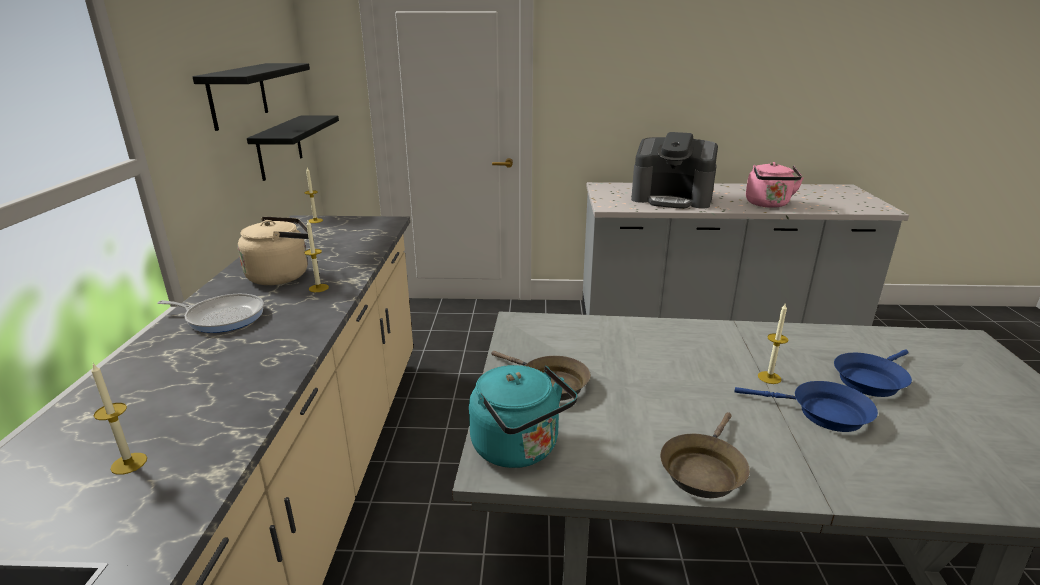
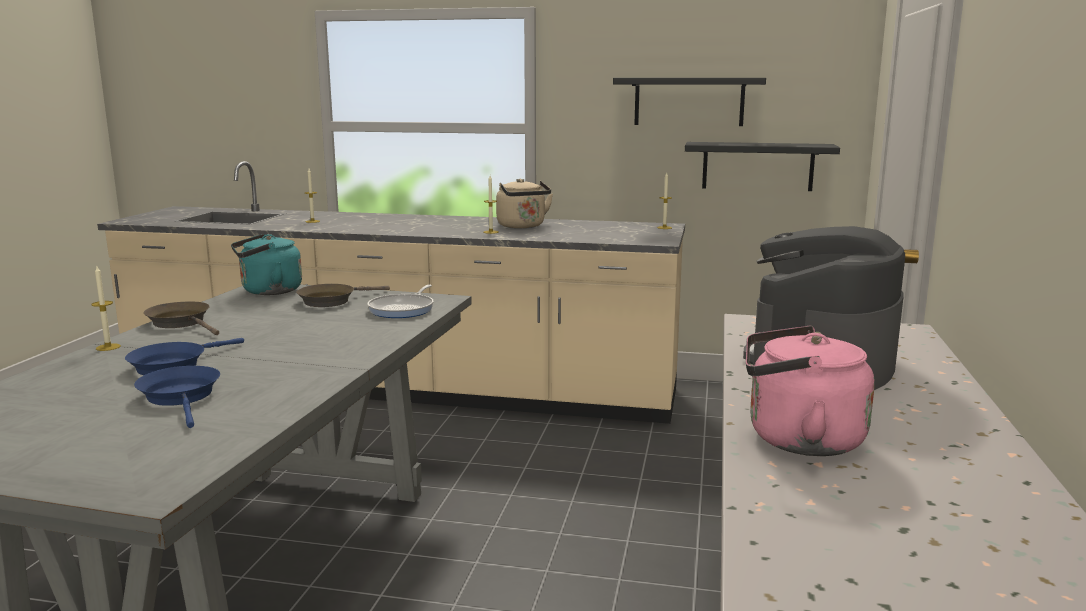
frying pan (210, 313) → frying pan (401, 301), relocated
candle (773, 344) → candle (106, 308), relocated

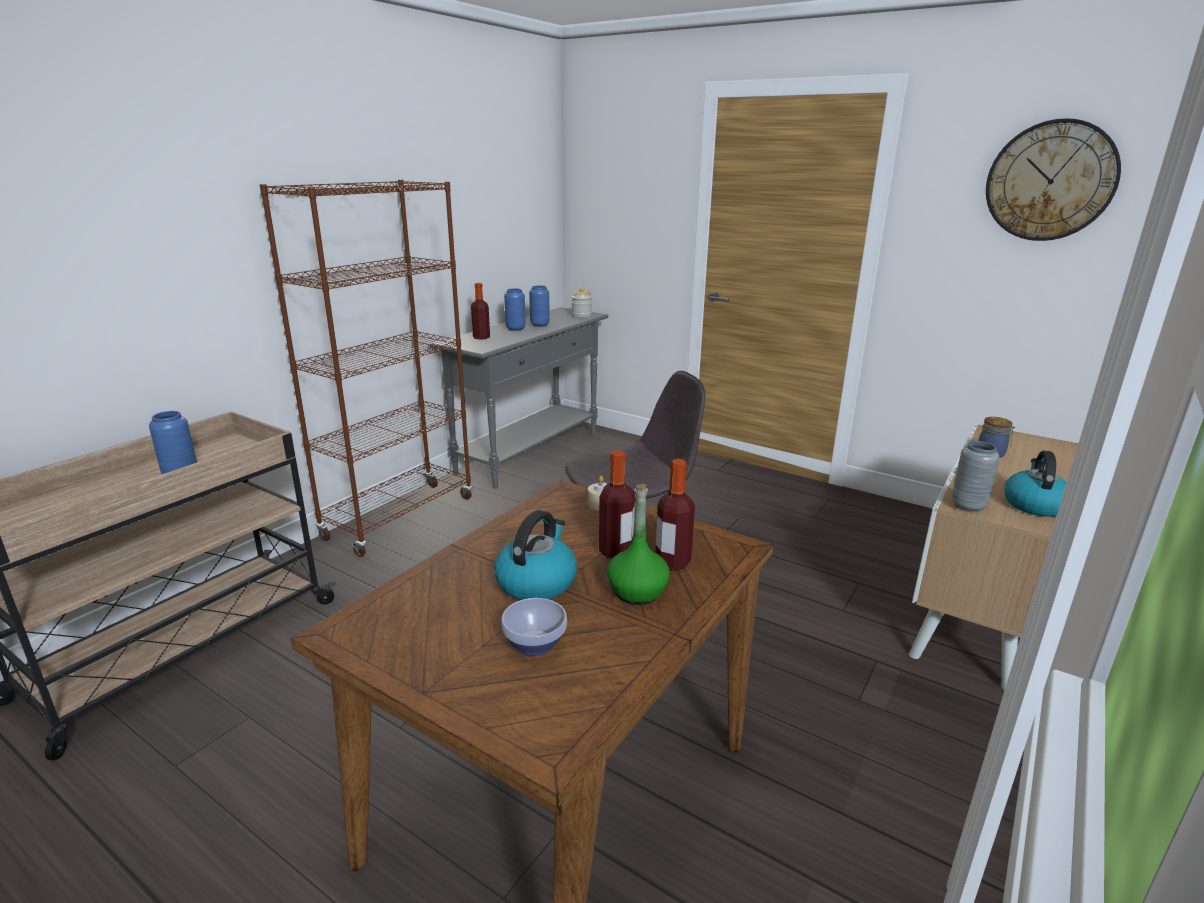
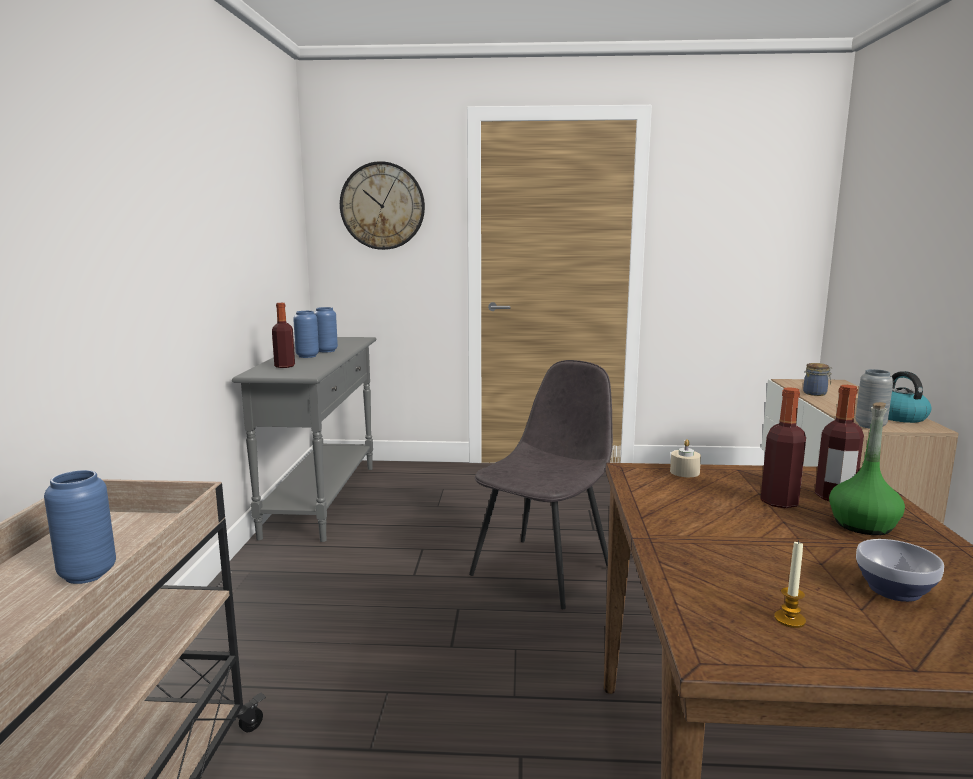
wall clock (1053, 179) → wall clock (382, 205), relocated
bookcase in brown (366, 368) → -
jar (582, 302) → -
kettle (535, 555) → -
- → candle (790, 584)

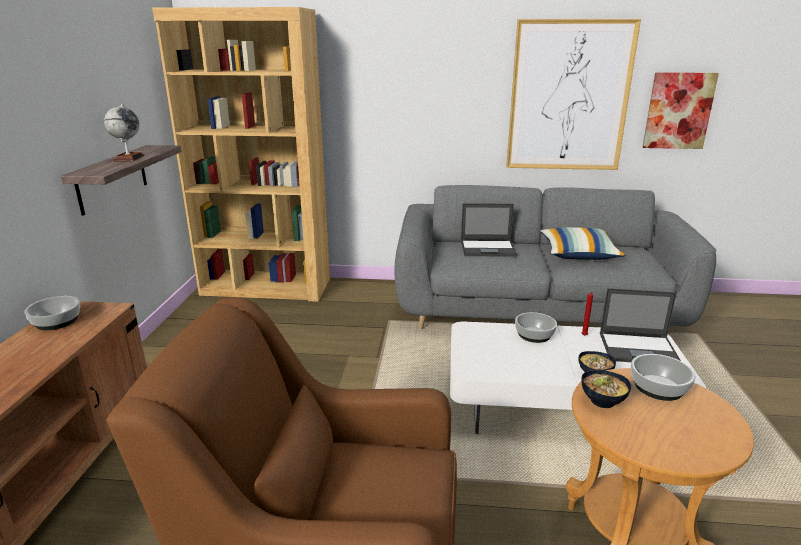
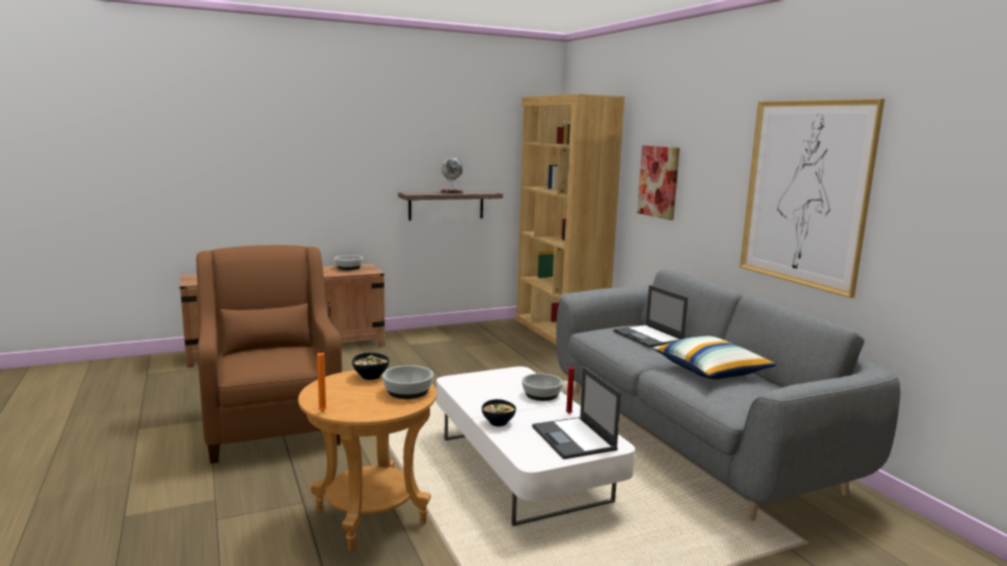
picture (681, 110) → picture (658, 182), relocated
- → candle in orange (320, 380)

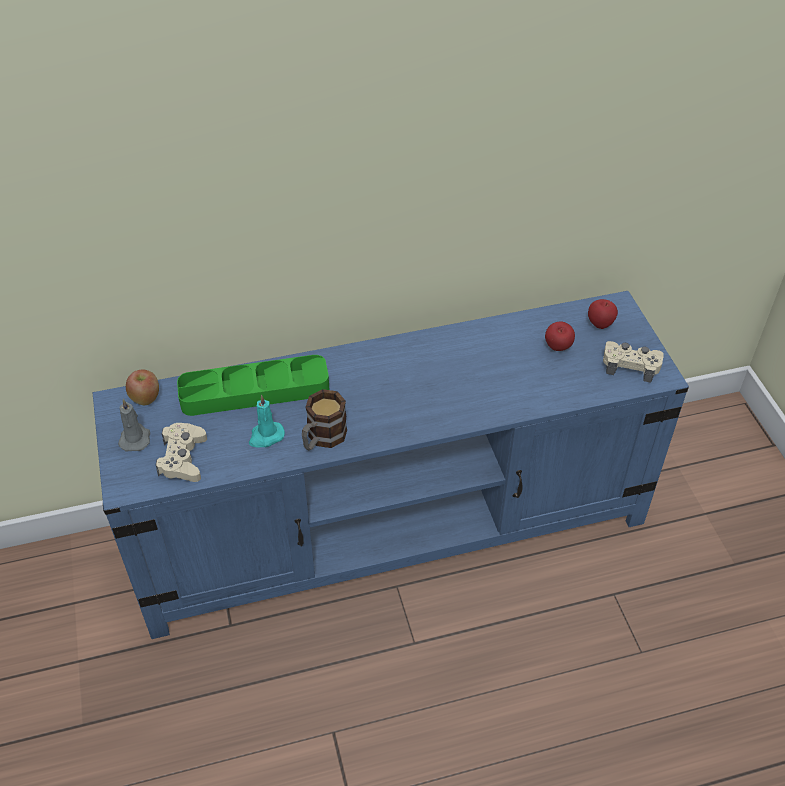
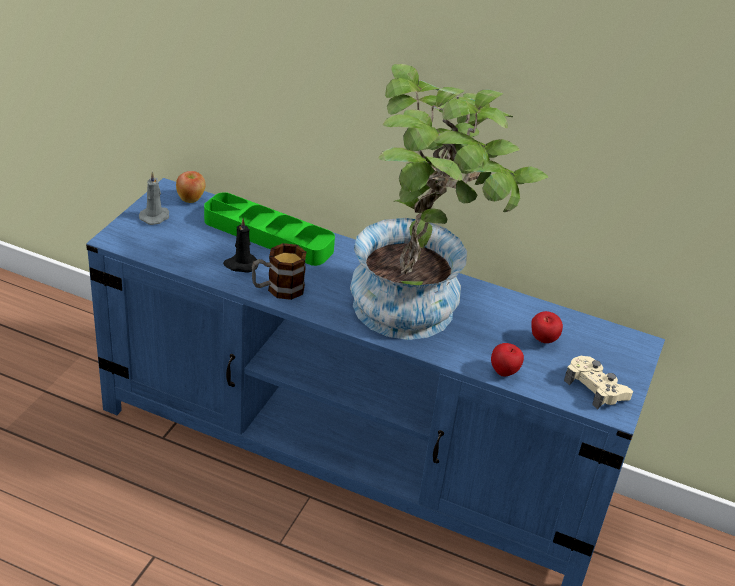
apple (603, 314) → apple (507, 359), relocated
candle in turquoise (267, 421) → candle in black (241, 245)
game controller in beige (181, 452) → -
- → potted plant (449, 202)

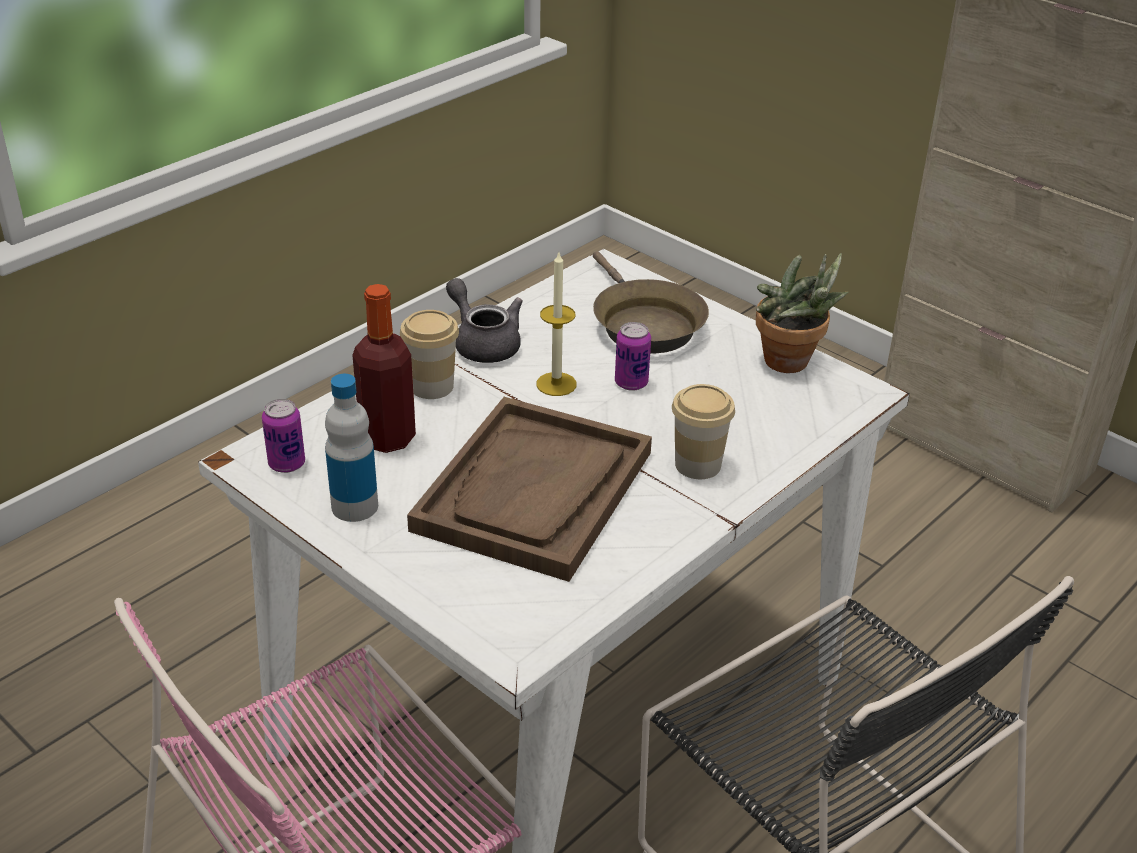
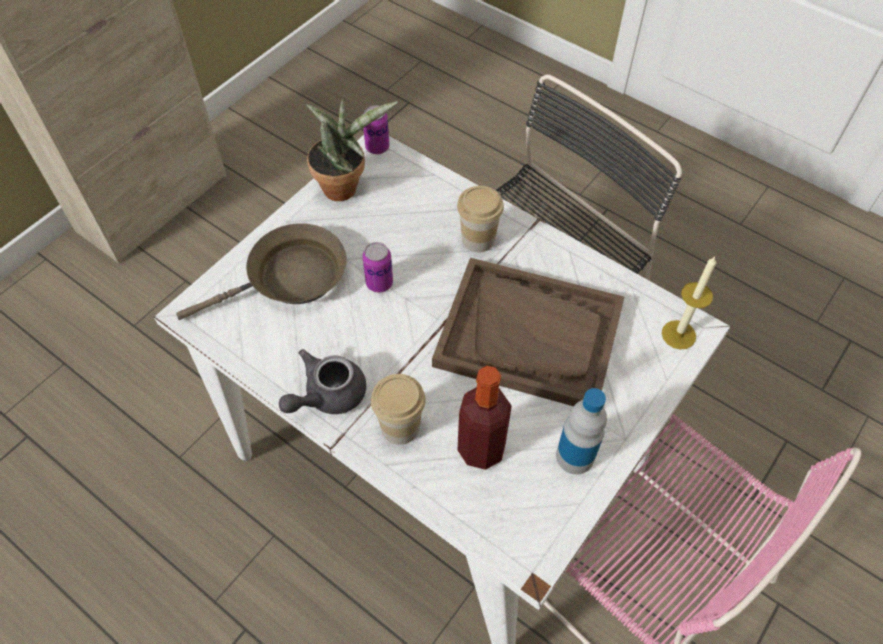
candle (557, 324) → candle (689, 302), relocated
can (283, 436) → can (376, 129), relocated

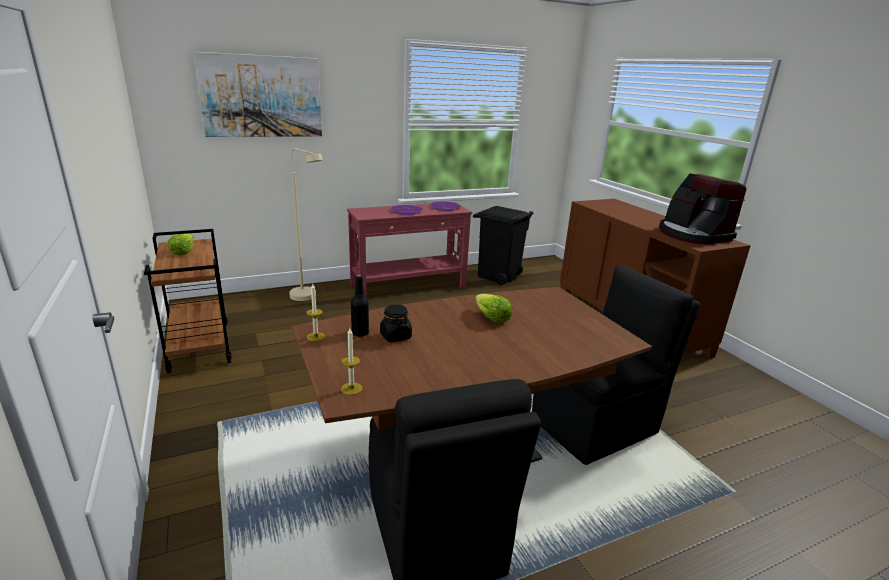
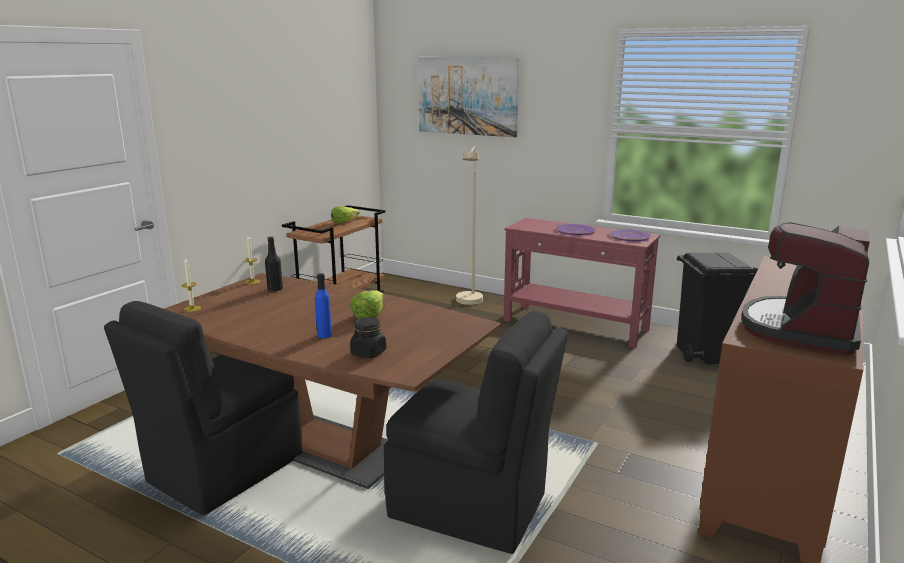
jar in black (396, 323) → jar in black (368, 337), relocated
- → bottle in blue (323, 305)

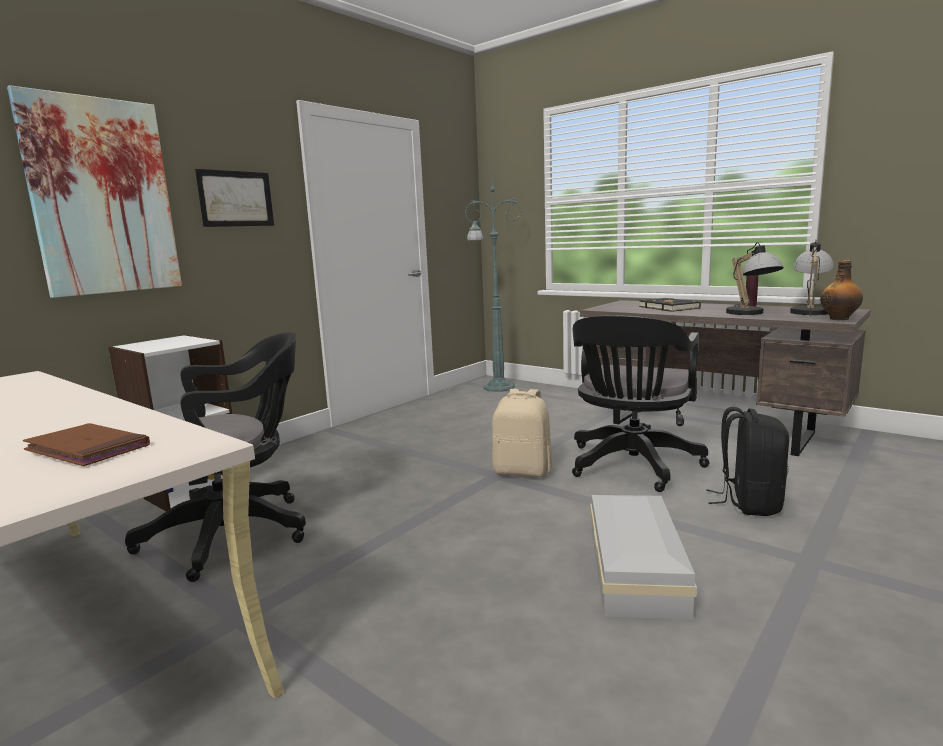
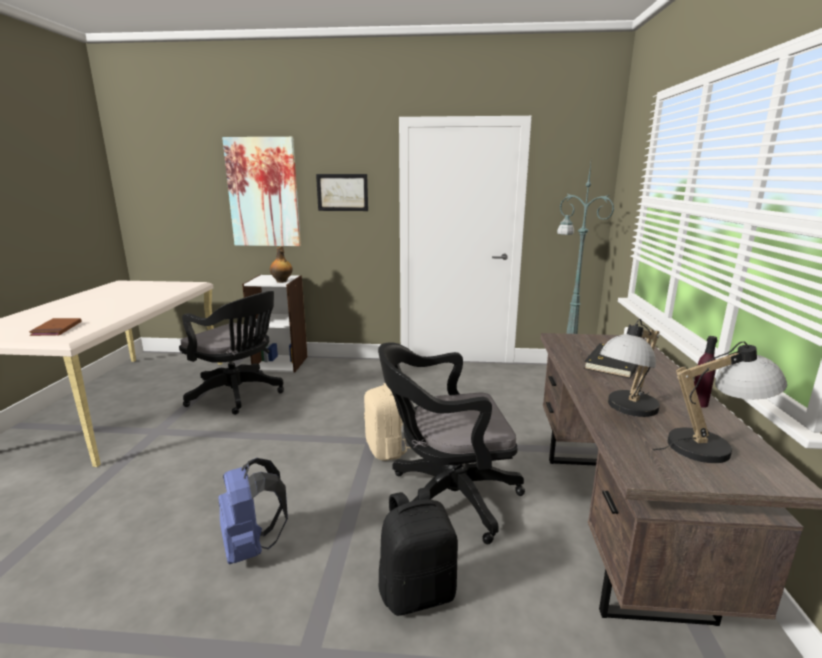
bottle (841, 290) → bottle (281, 264), relocated
storage box in white (643, 557) → backpack in blue (253, 511)

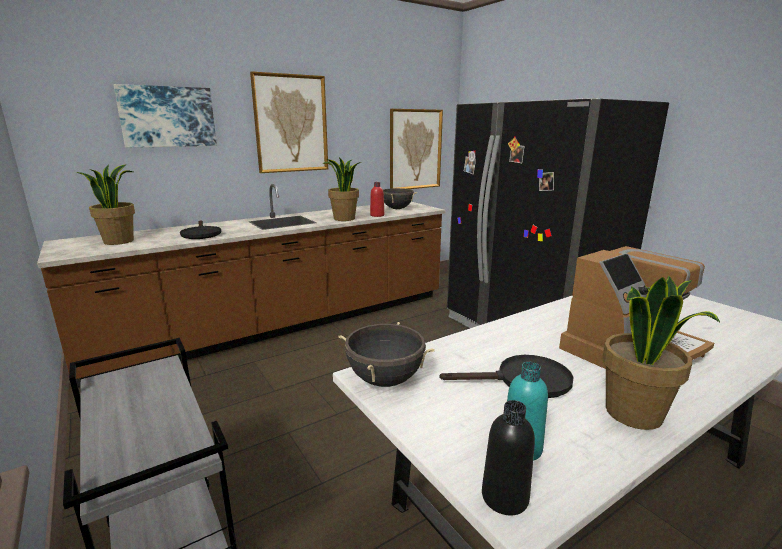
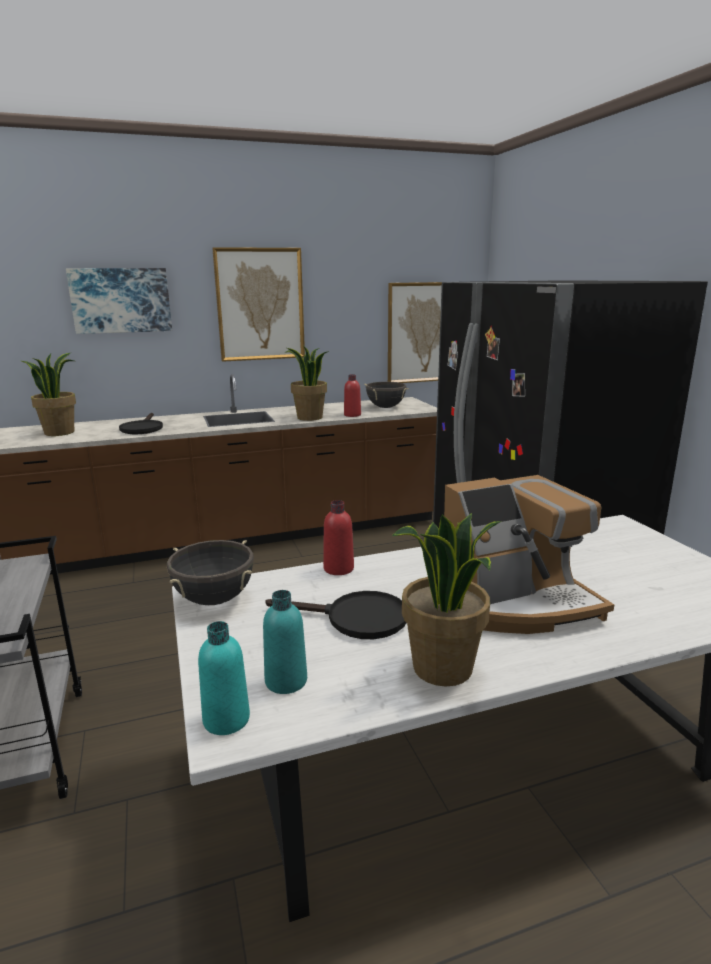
bottle in black (508, 457) → bottle in turquoise (224, 678)
- → bottle in red (338, 537)

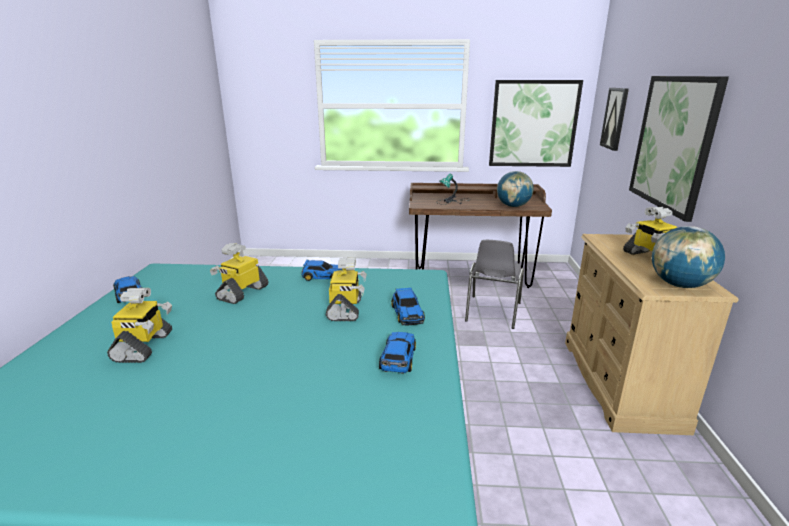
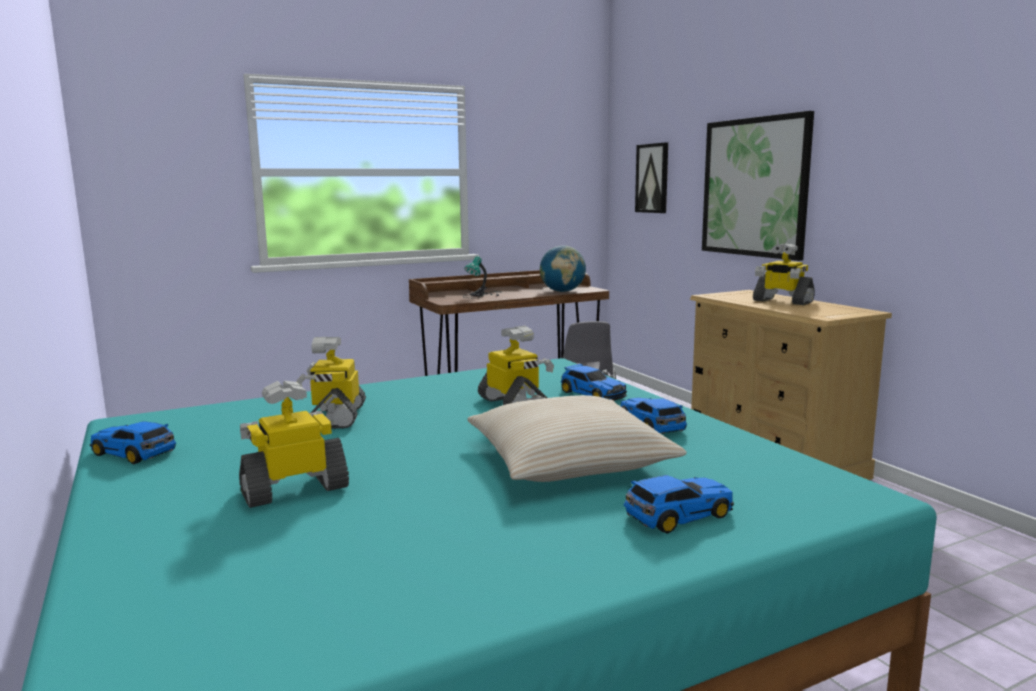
picture (536, 123) → -
globe (688, 257) → -
toy car (321, 270) → toy car (679, 504), relocated
toy robot (139, 325) → toy robot (294, 444), 90 degrees counterclockwise
- → pillow in beige (577, 438)

